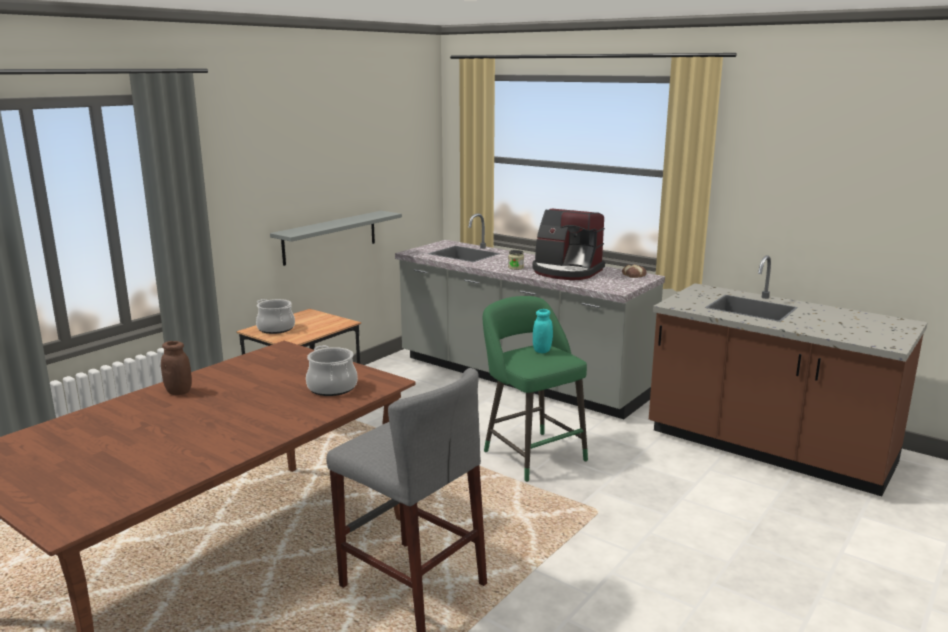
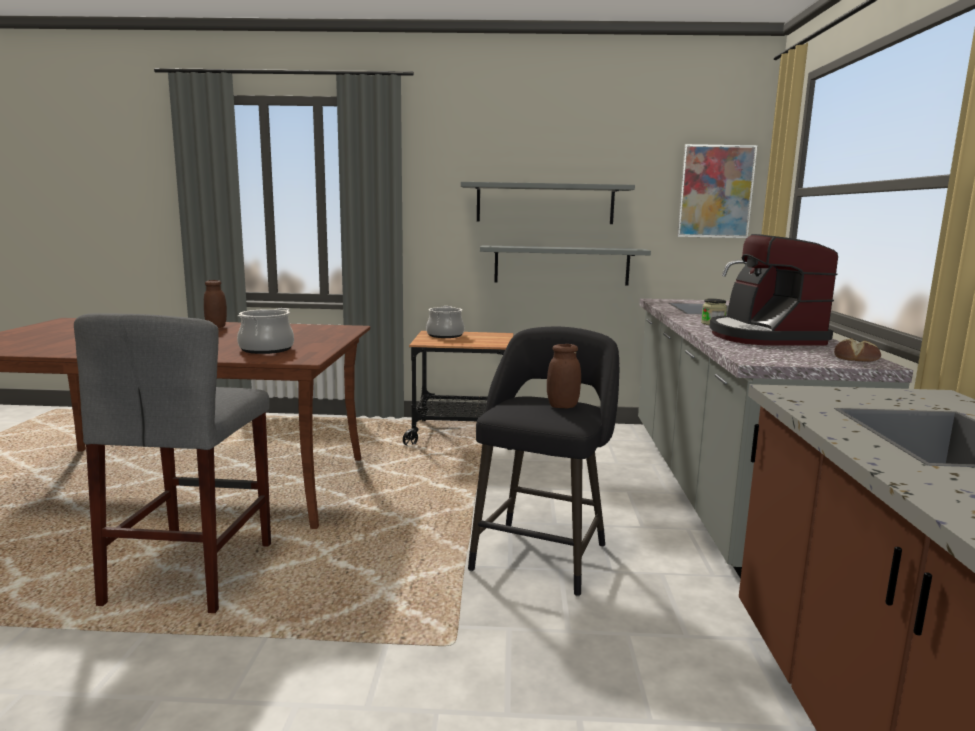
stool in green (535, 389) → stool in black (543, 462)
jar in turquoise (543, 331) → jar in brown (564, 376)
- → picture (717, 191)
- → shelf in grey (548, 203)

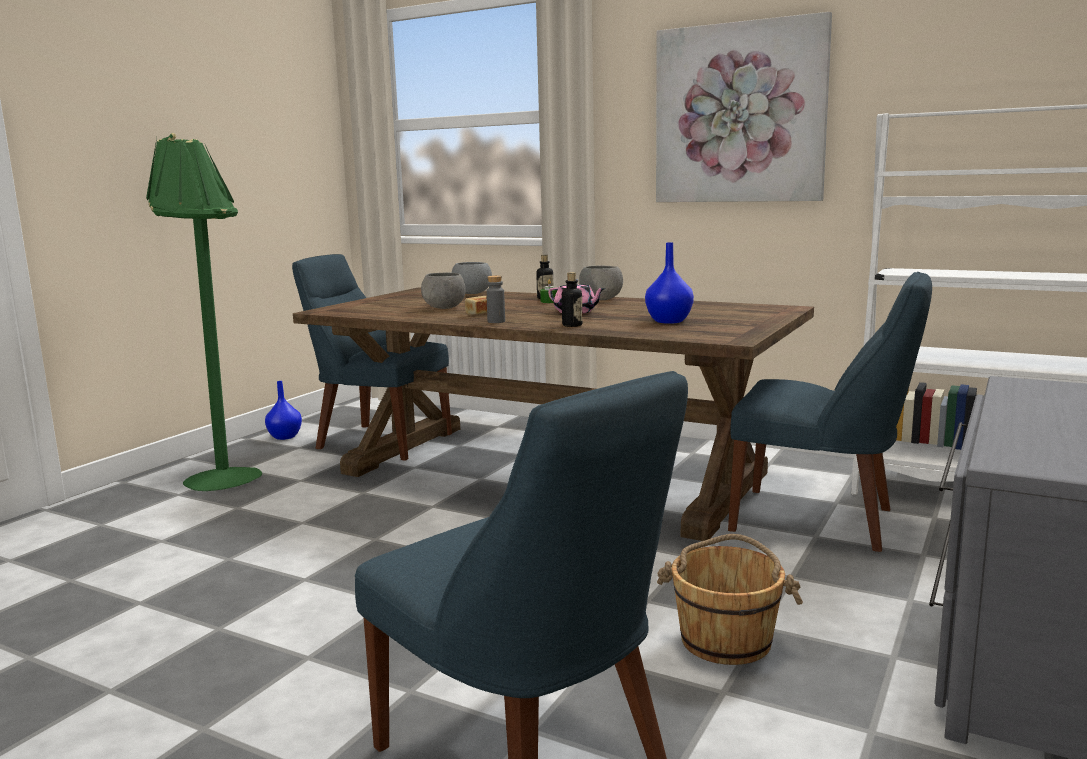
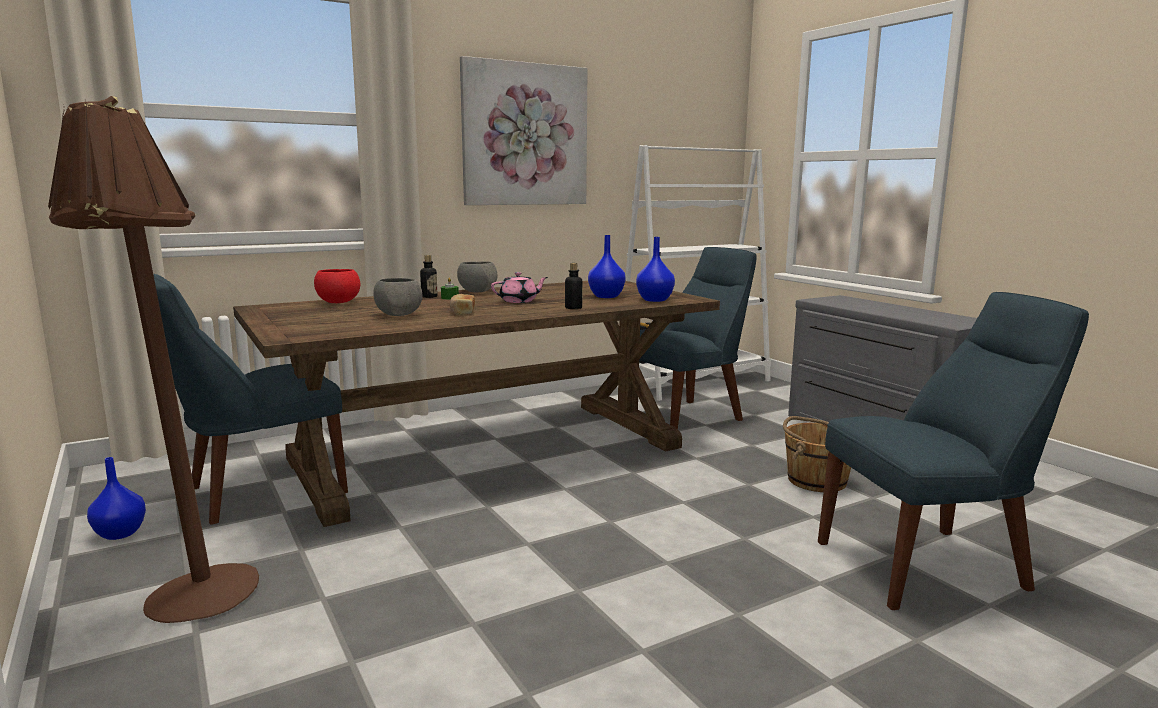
floor lamp in green (204, 312) → floor lamp in brown (153, 359)
bowl in grey (472, 278) → bowl in red (337, 286)
bottle in grey (495, 299) → -
- → vase in blue (655, 269)

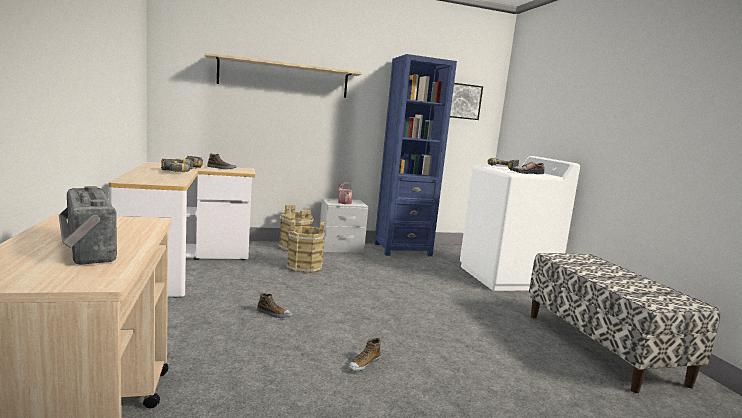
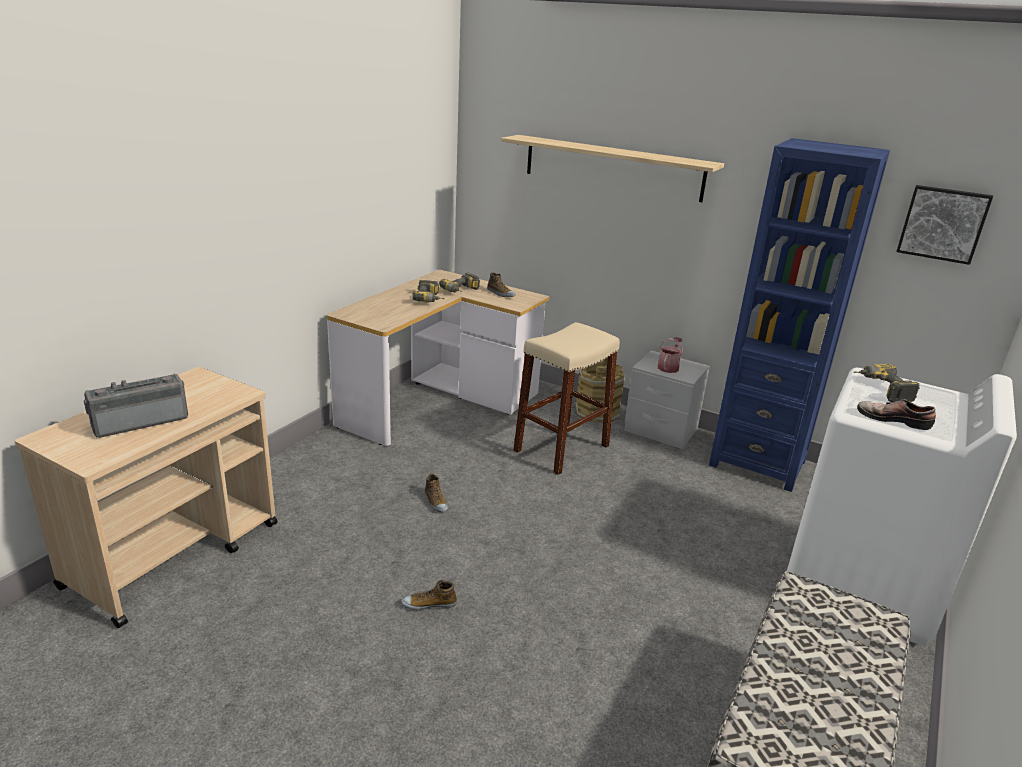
radio (88, 225) → radio (136, 406), 45 degrees clockwise
bucket in brown (305, 246) → stool in beige (566, 398)

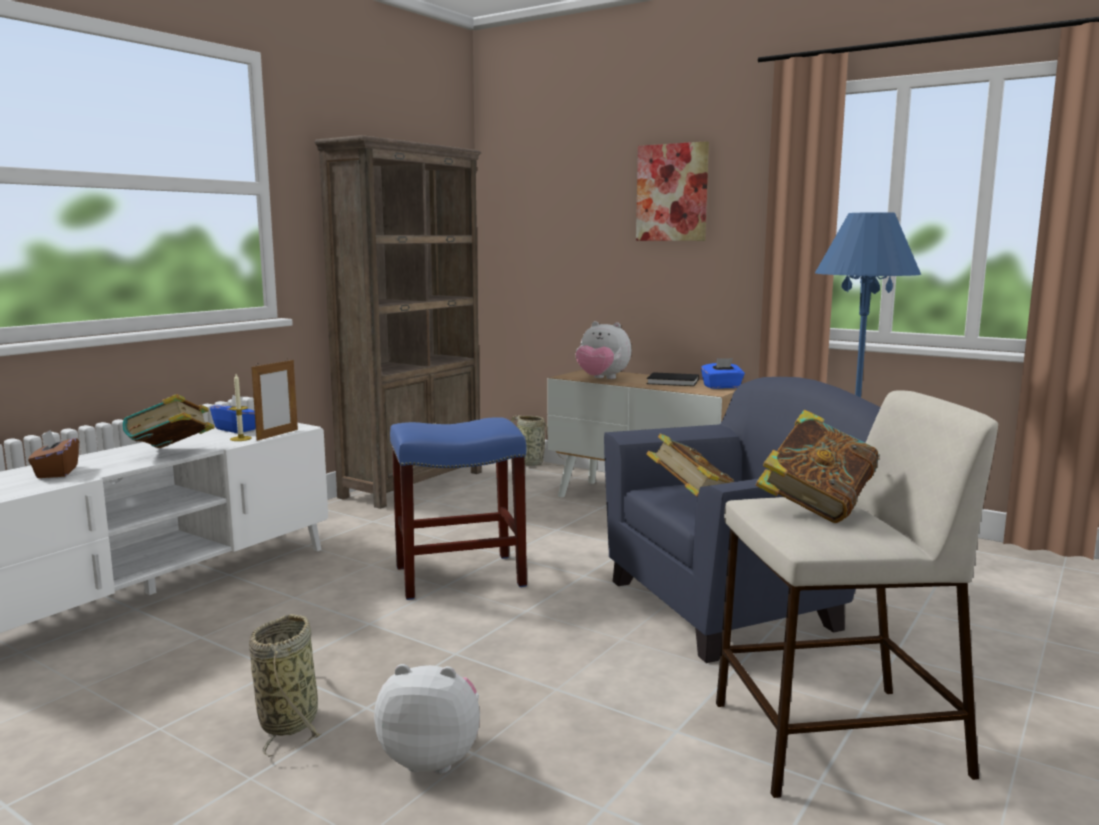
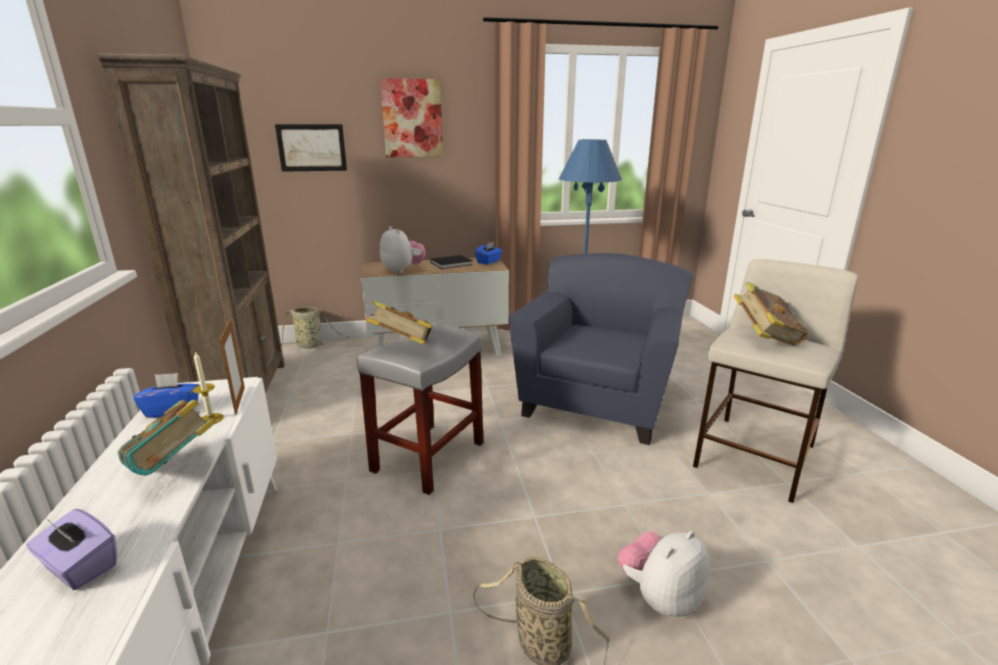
plush toy (604, 350) → plush toy (403, 250), 105 degrees counterclockwise
stool in blue (458, 508) → stool in grey (420, 409)
tissue box in brown (53, 454) → tissue box in purple (71, 549)
book (690, 465) → book (399, 323), relocated
- → picture (311, 148)

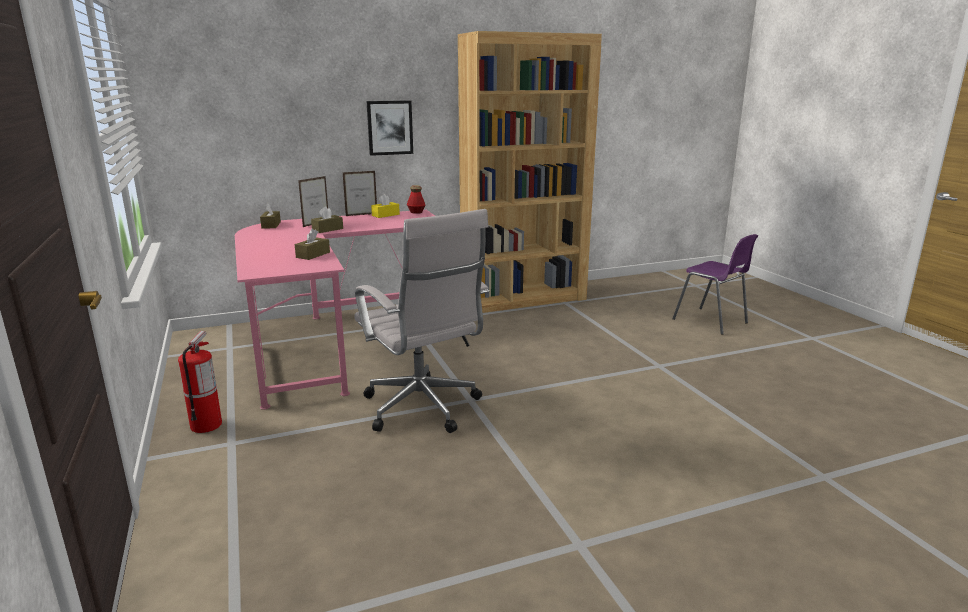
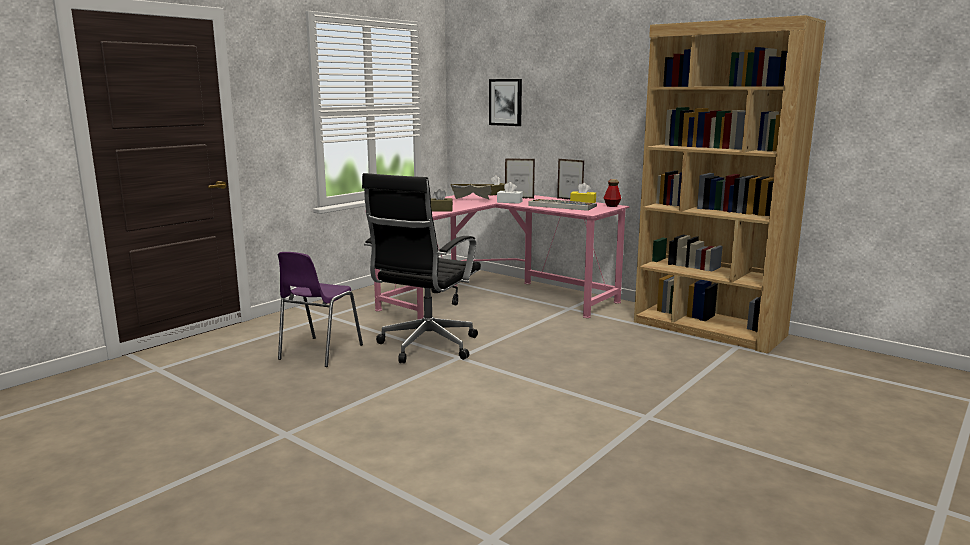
picture (389, 128) → picture (505, 102), relocated
tissue box in brown (327, 219) → tissue box in white (510, 193)
office chair in white (422, 321) → office chair in black (421, 268)
chair in purple (715, 284) → chair in purple (320, 309), relocated
fire extinguisher (200, 382) → -
- → book (472, 191)
- → keyboard (562, 205)

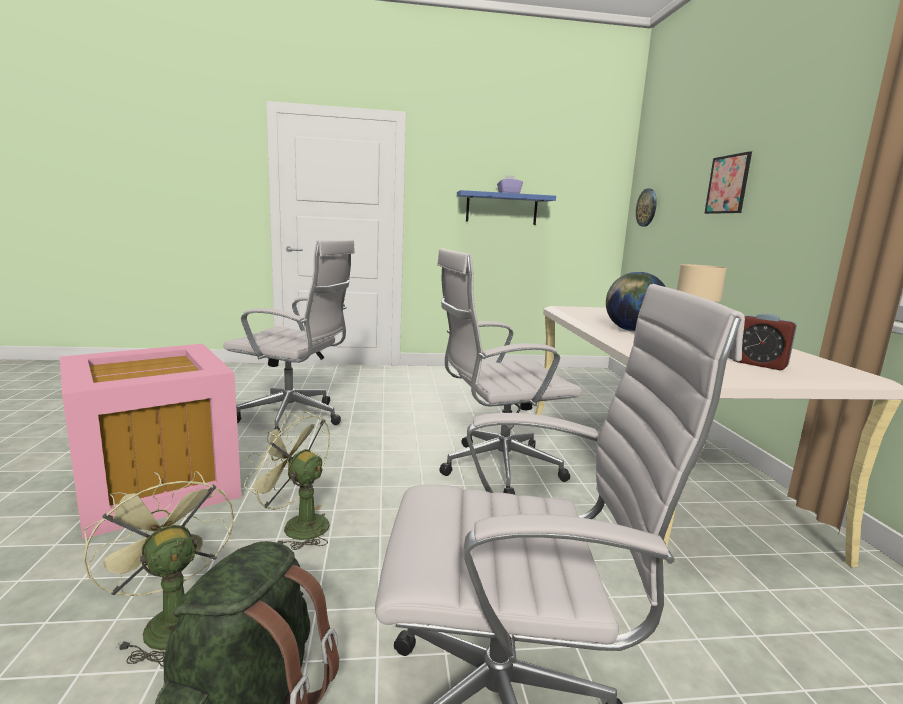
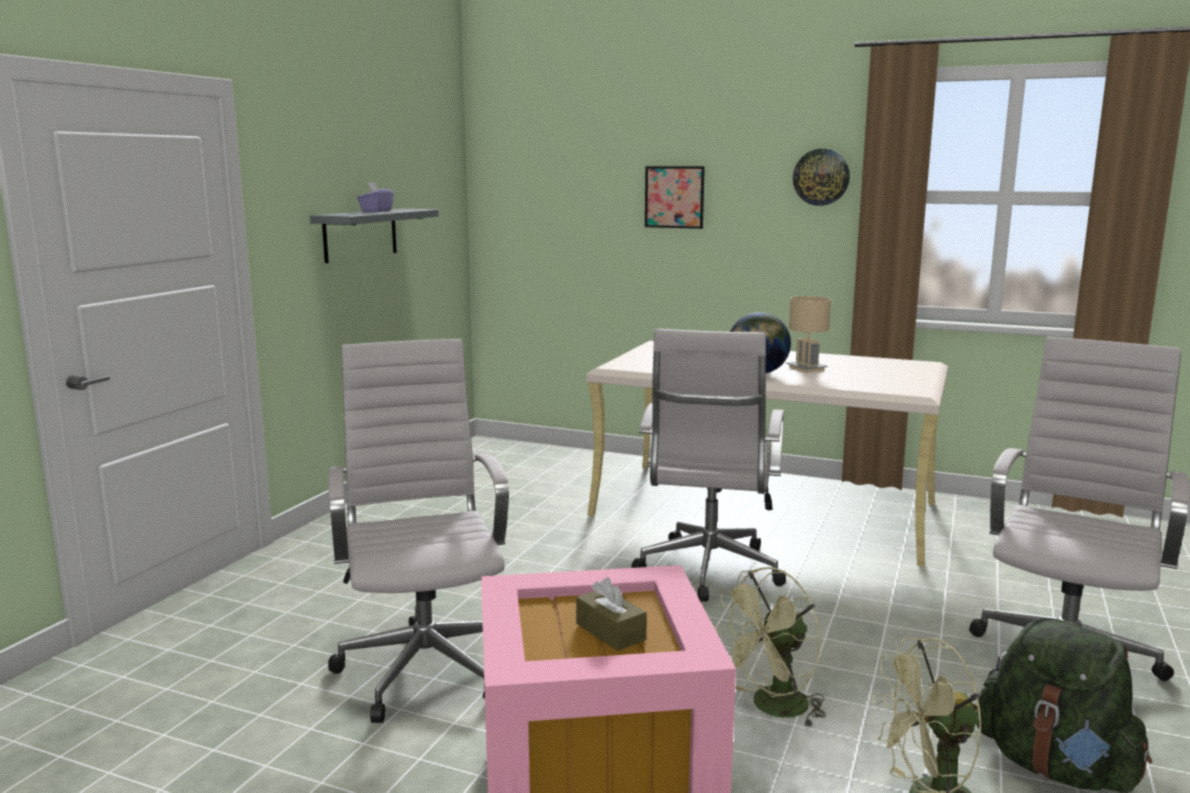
wall clock (646, 208) → wall clock (821, 177), relocated
shelf in blue (506, 207) → shelf in grey (374, 236)
office chair in white (289, 337) → office chair in white (418, 531), 60 degrees counterclockwise
alarm clock (765, 342) → -
- → tissue box in brown (611, 614)

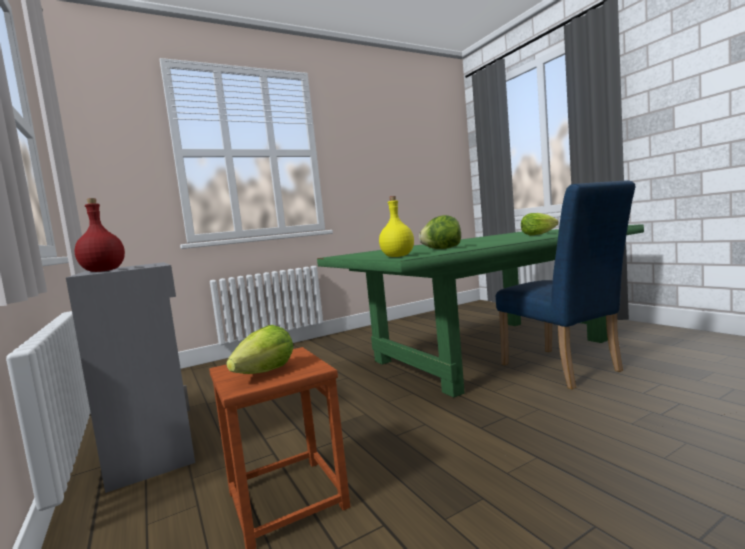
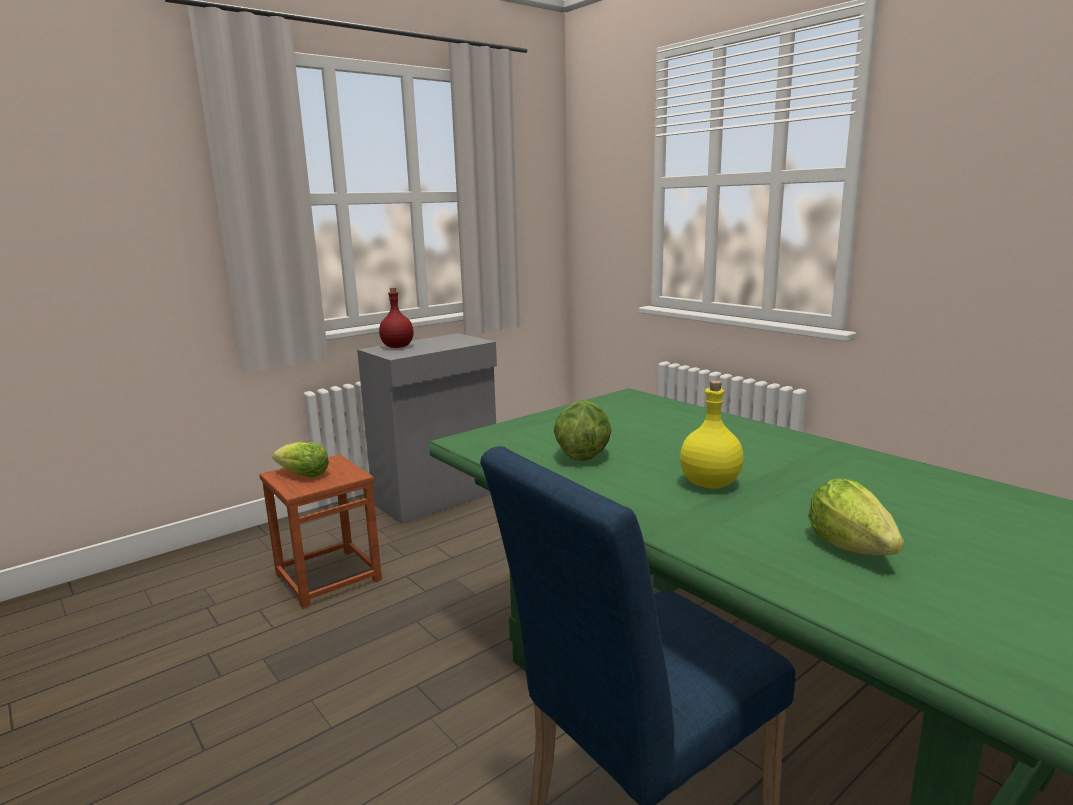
bottle in yellow (396, 226) → bottle in yellow (712, 434), relocated

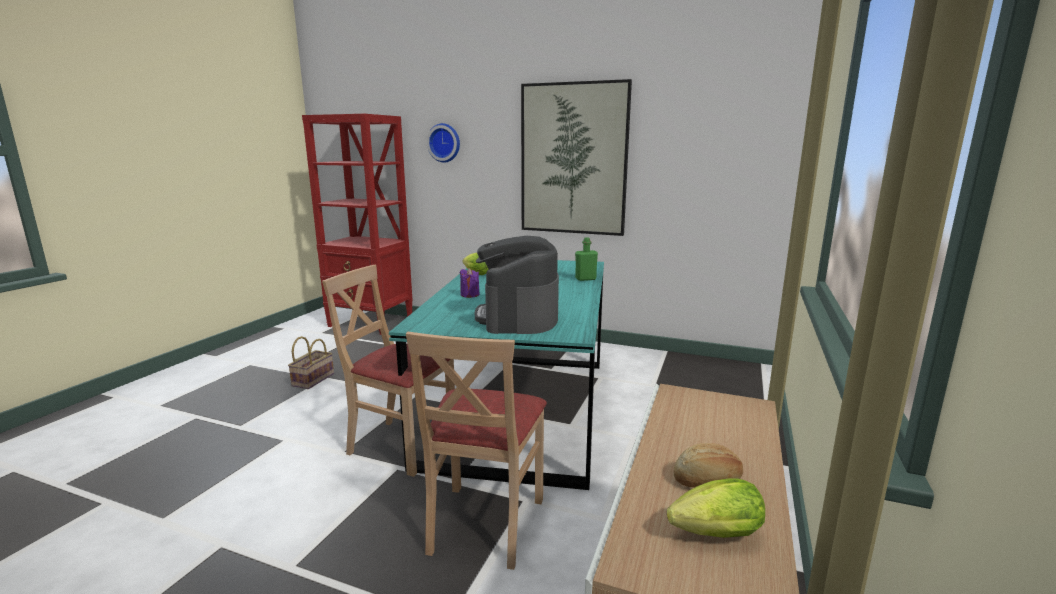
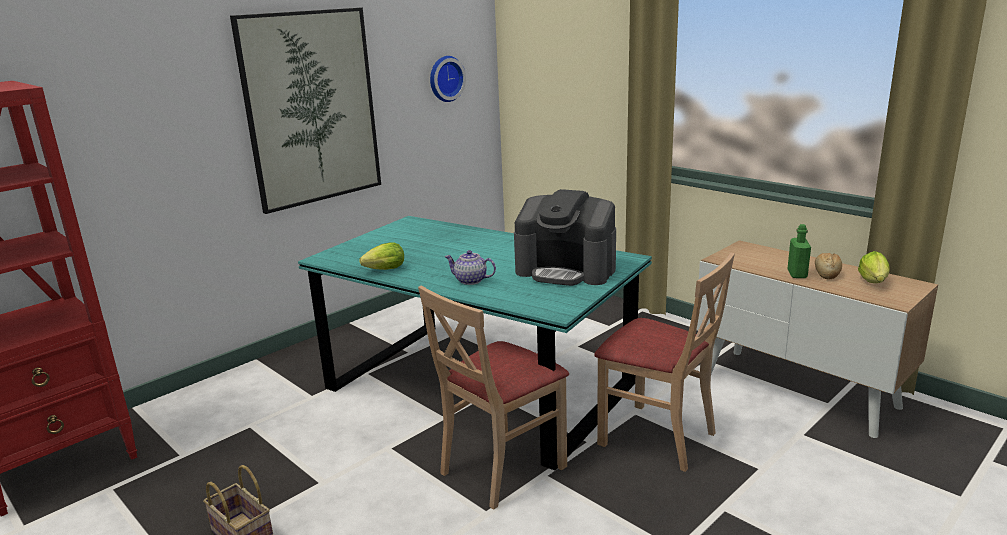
wall clock (443, 143) → wall clock (448, 79), relocated
bottle in green (586, 259) → bottle in green (799, 251), relocated
candle in purple (469, 283) → teapot (470, 267)

